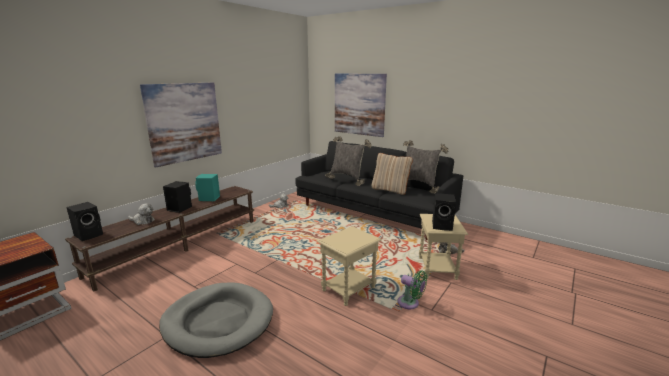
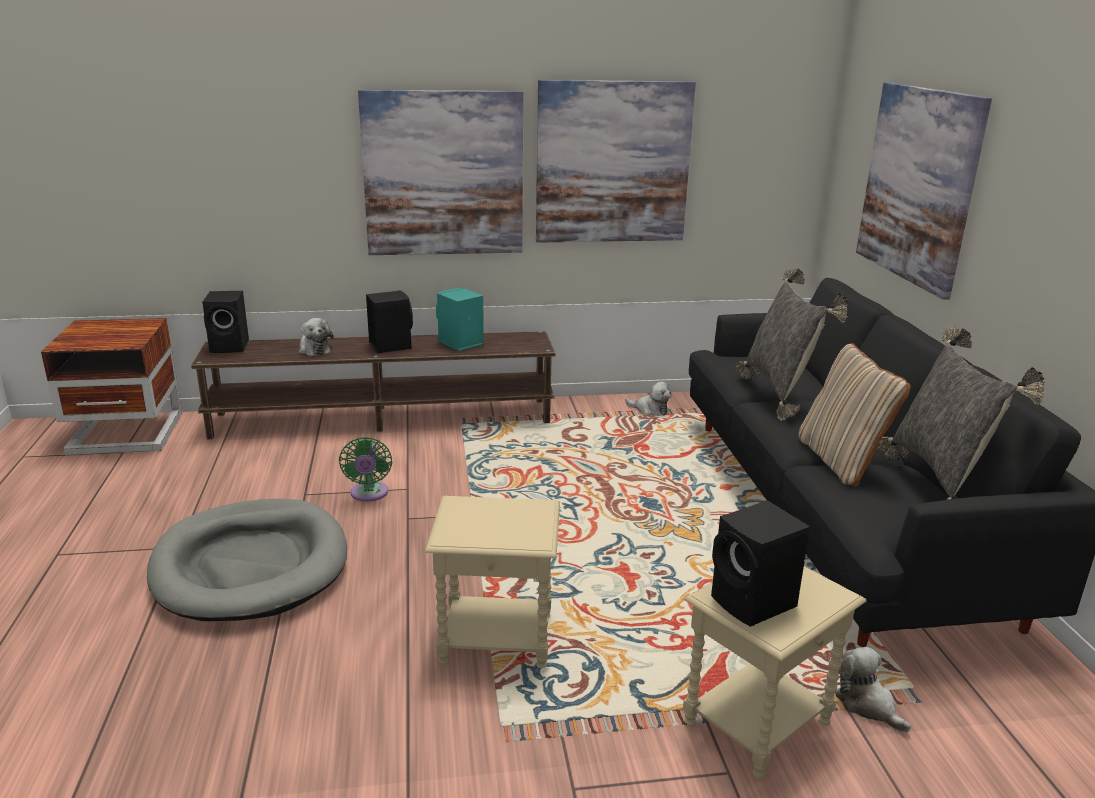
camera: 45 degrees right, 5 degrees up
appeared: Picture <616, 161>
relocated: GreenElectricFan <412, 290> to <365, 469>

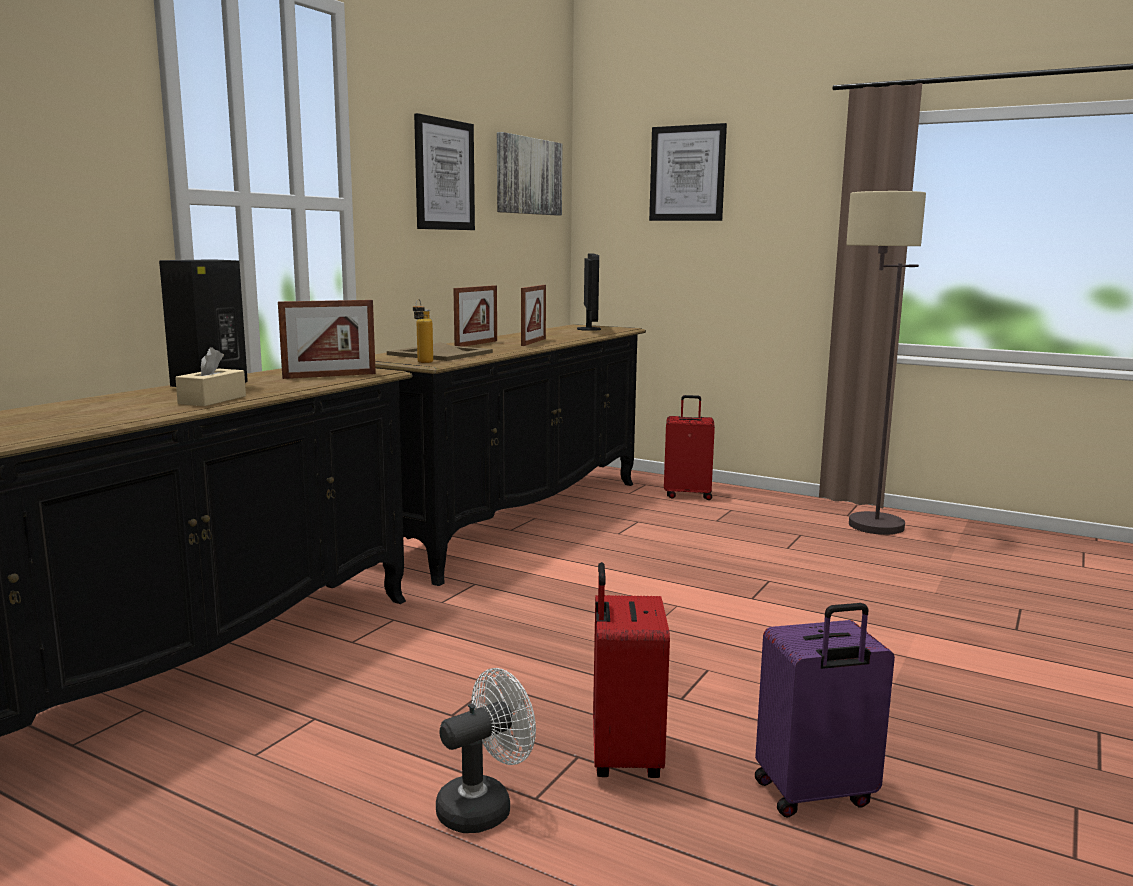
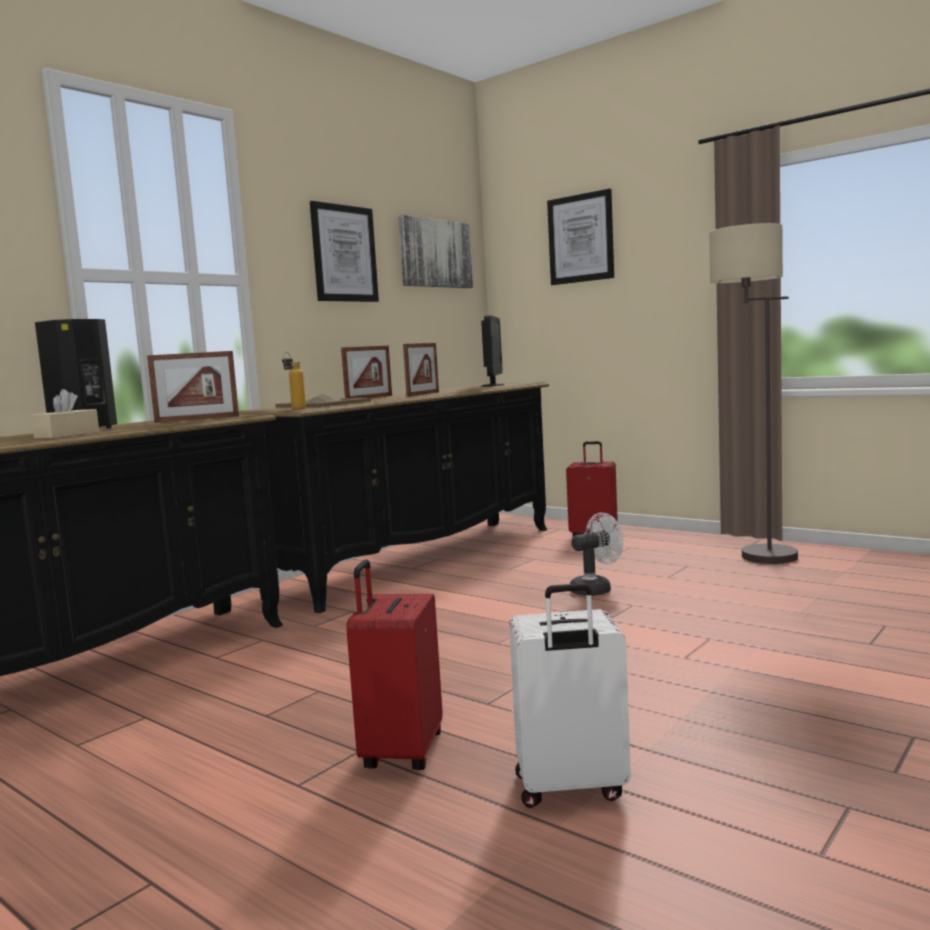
camera: 10 degrees right, 5 degrees down
relocated: WhitishElectricFan <486, 750> to <596, 554>
colour: PurpleSuitcase <825, 710> to WhitishSuitcase <570, 695>

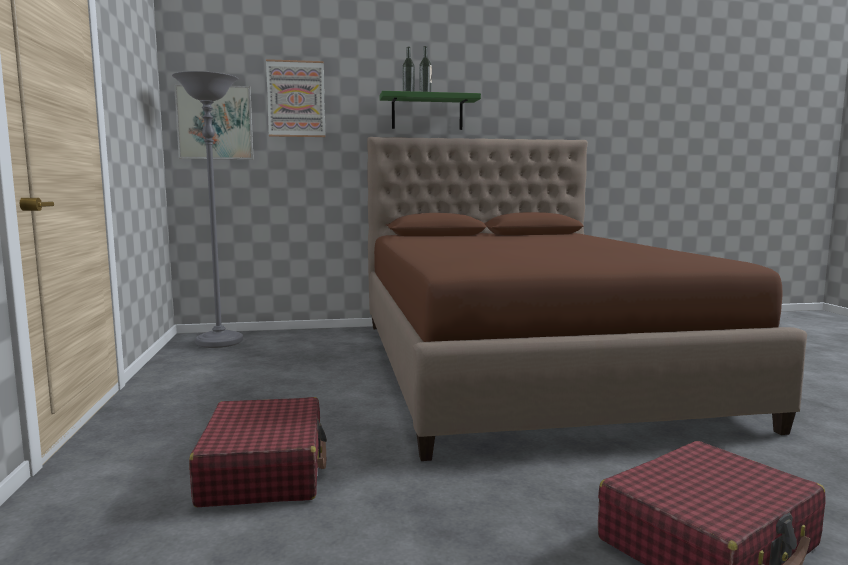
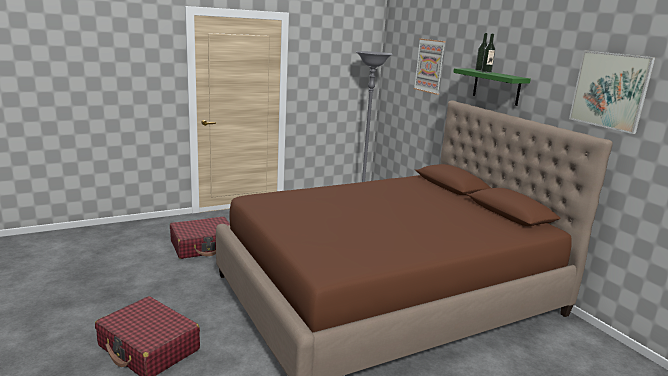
camera: 70 degrees right, 10 degrees up
relocated: Picture <214, 121> to <612, 92>

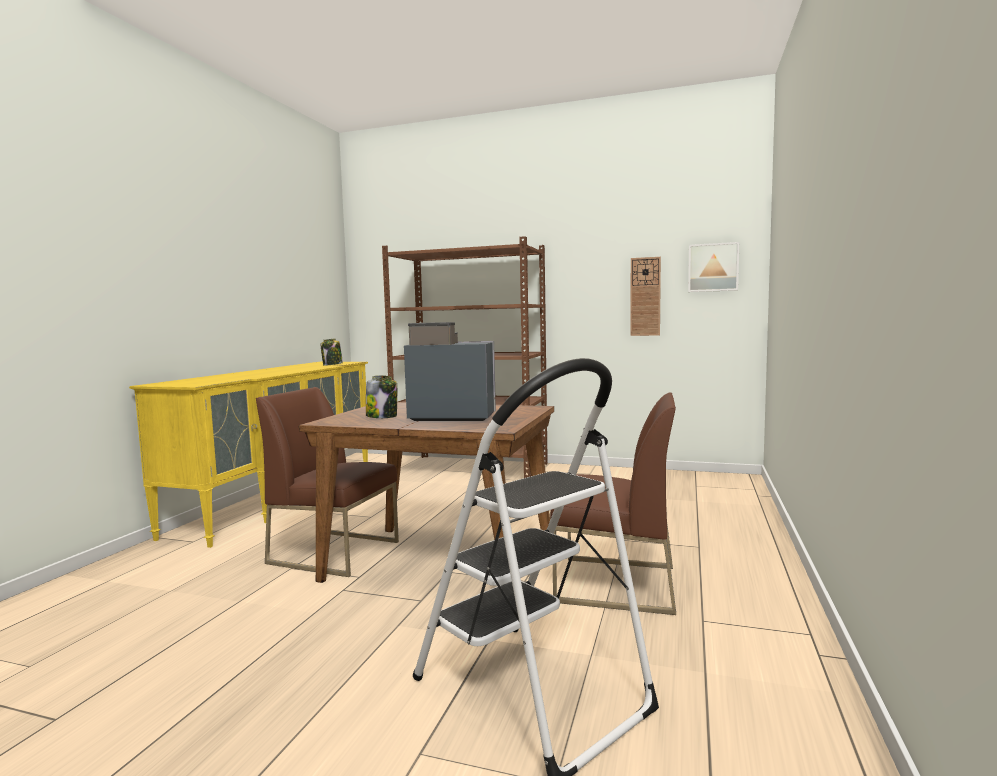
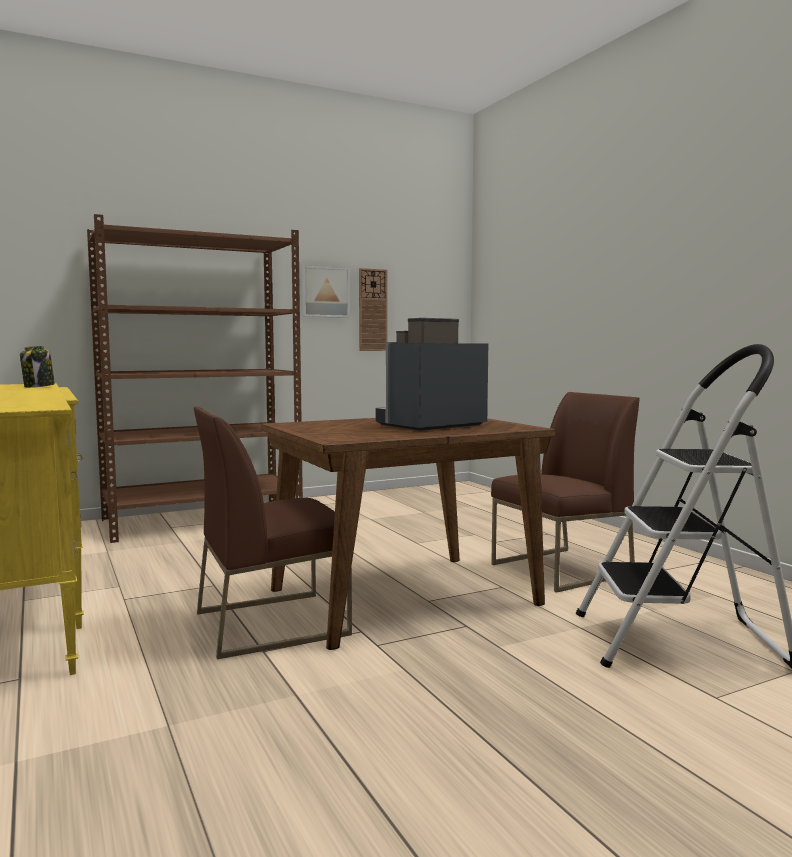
camera: 45 degrees left, 0 degrees up
missing: StorageJar <381, 396>
relocated: Picture <713, 267> to <325, 292>

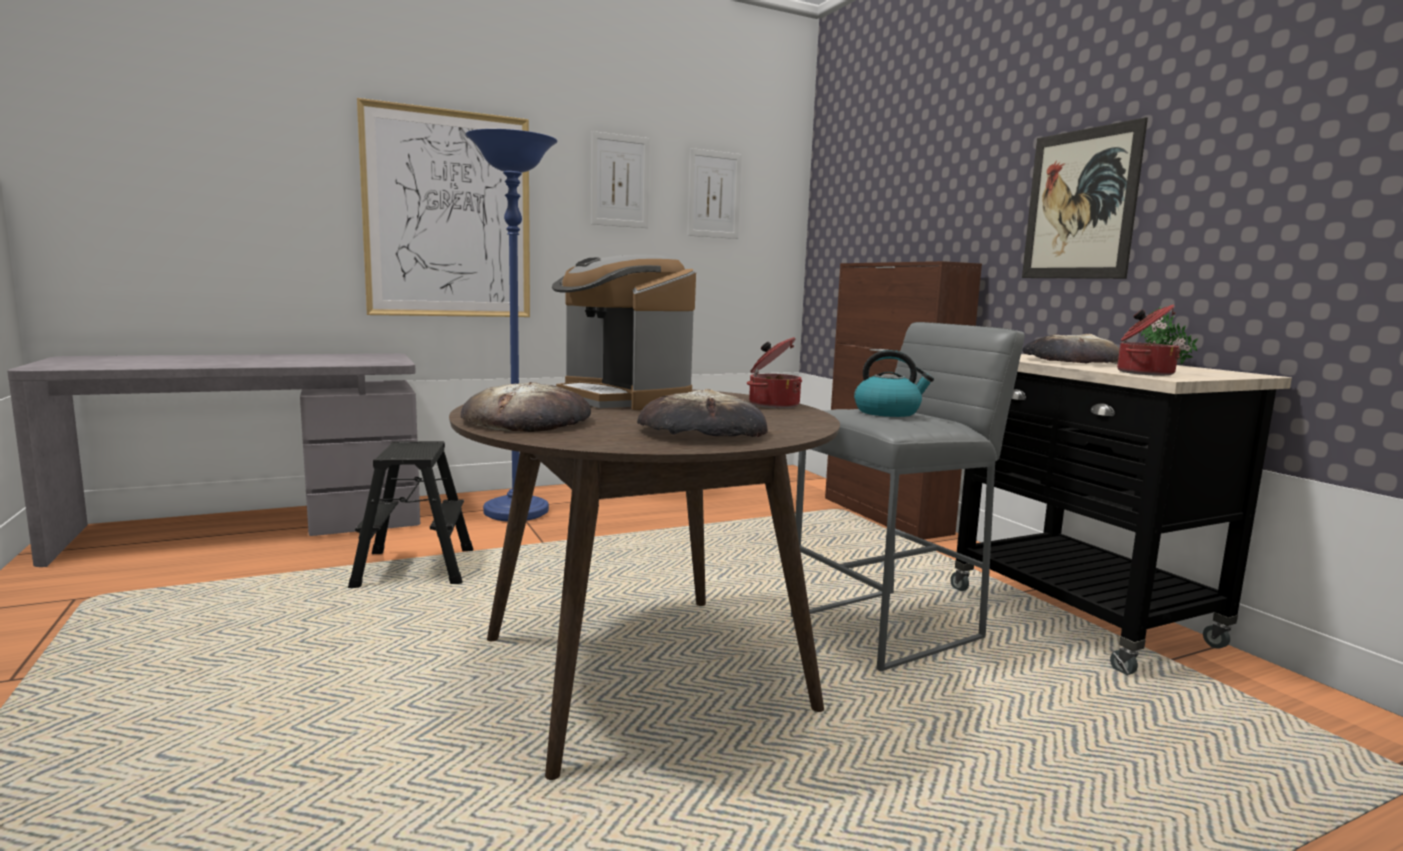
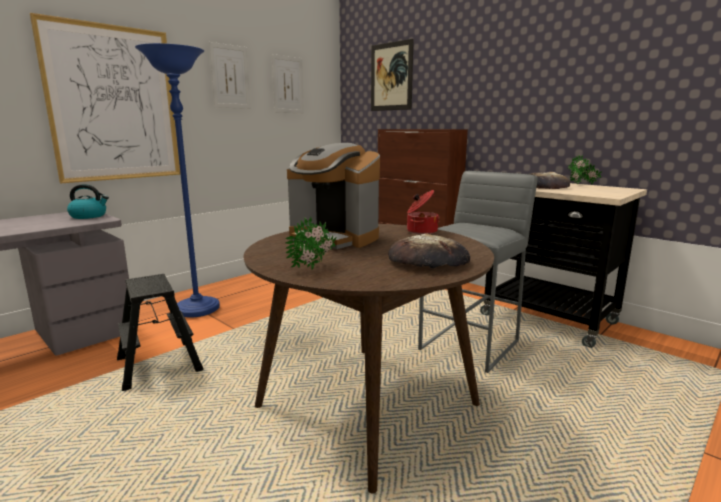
camera: 20 degrees left, 5 degrees up
missing: Stockpot <1149, 340>
relocated: Kettle <894, 383> to <88, 201>; Picture <1085, 198> to <392, 75>
exchanged: Bread <526, 407> to Houseplant <310, 243>

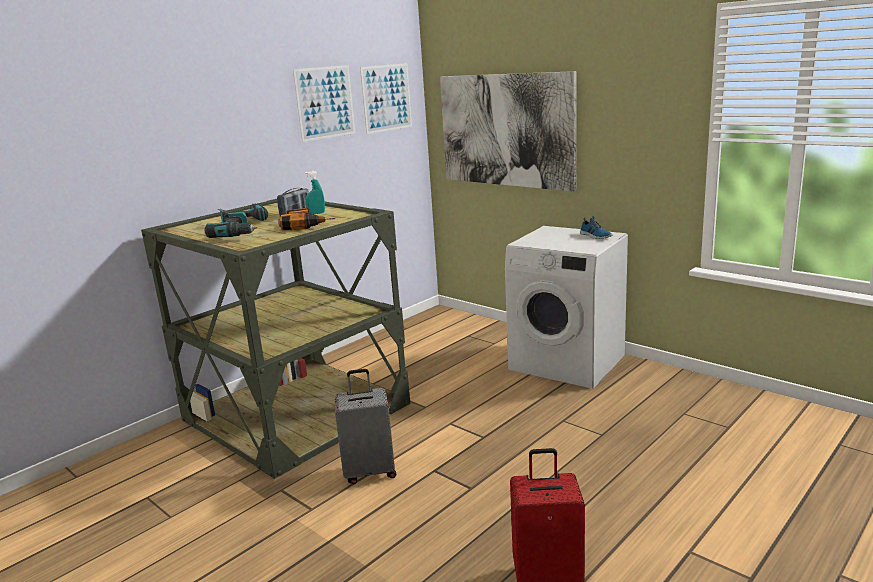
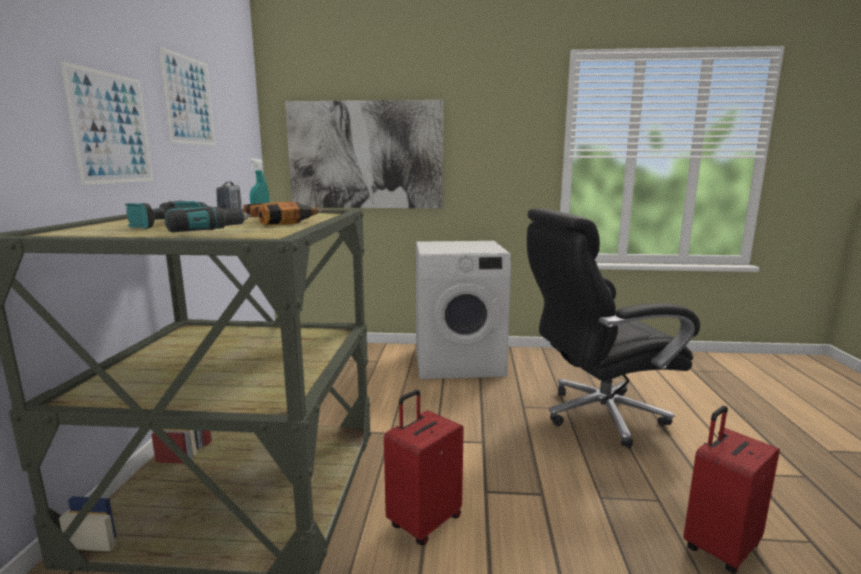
camera: 40 degrees left, 5 degrees down
missing: Shoe <596, 227>
appeared: BlackishComputerChair <613, 328>
relocated: Picture <386, 98> to <106, 123>
colour: GreyishSuitcase <365, 426> to ReddishSuitcase <424, 467>

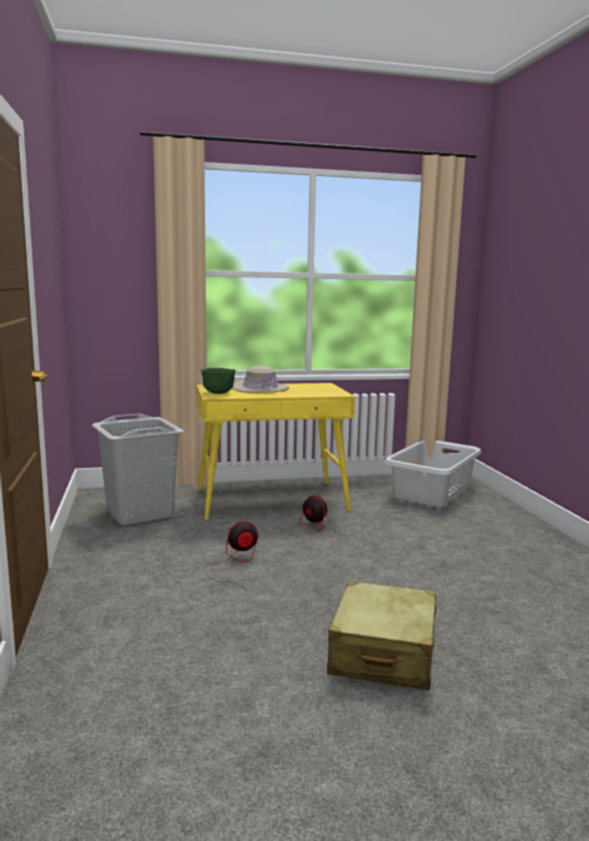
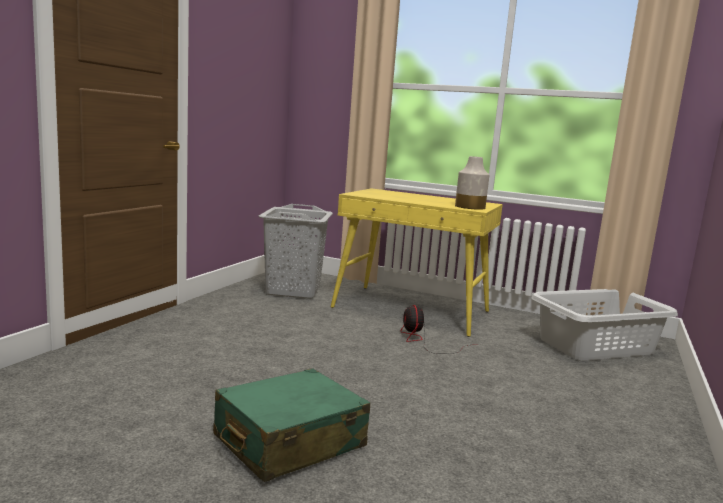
camera: 35 degrees right, 0 degrees up
missing: GreenDeepDish <218, 381>; ElectricFan <231, 556>; BeigeClothingHat <260, 379>
appeared: BeigeFlowerVase <472, 183>
colour: BeigeSuitcase <382, 635> to GreenSuitcase <291, 425>

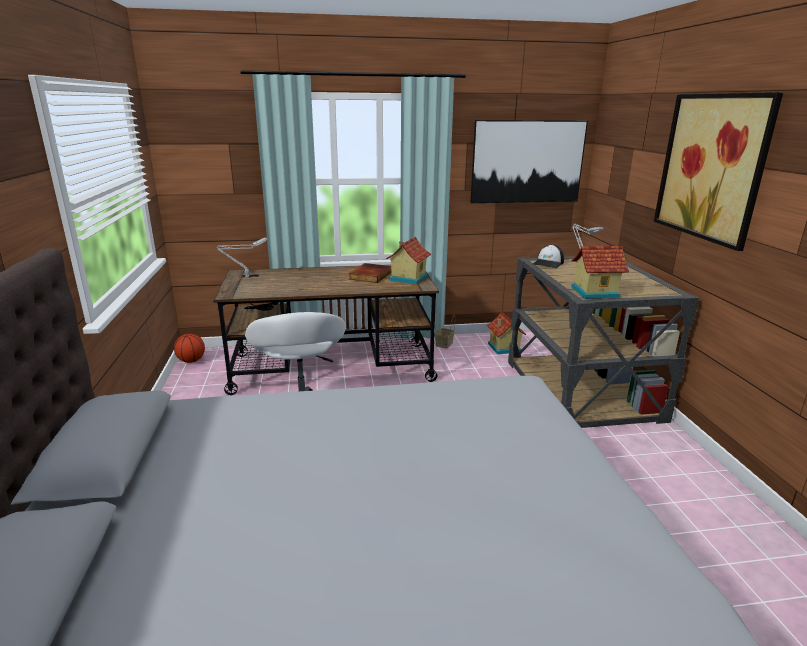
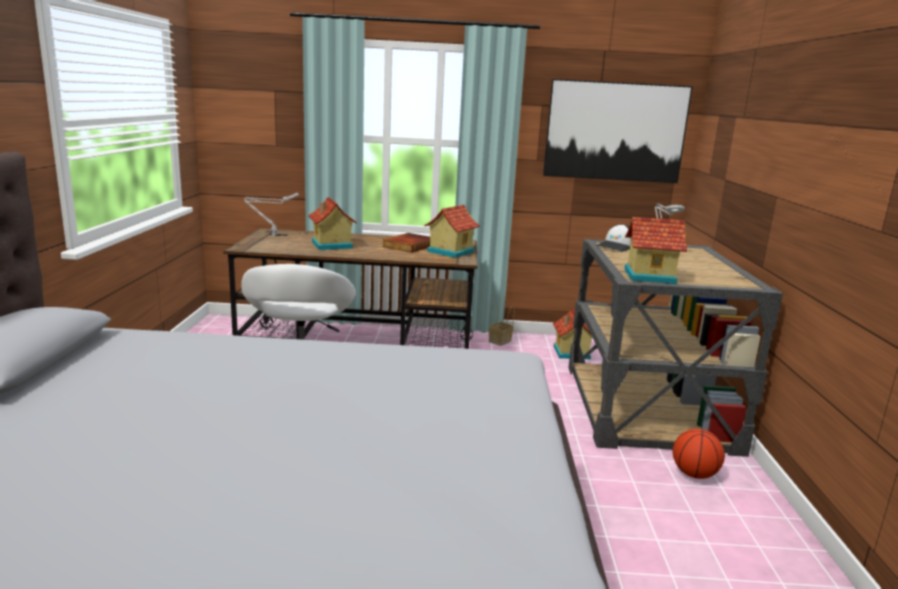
camera: 10 degrees right, 5 degrees down
missing: Picture <718, 171>
appeared: ModelHouse <332, 223>
relocated: Basketball <189, 348> to <699, 454>

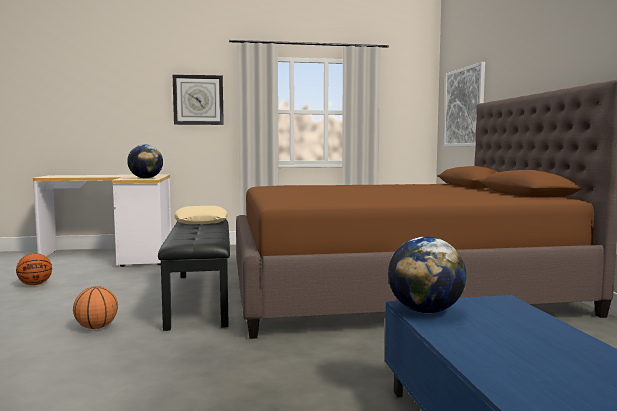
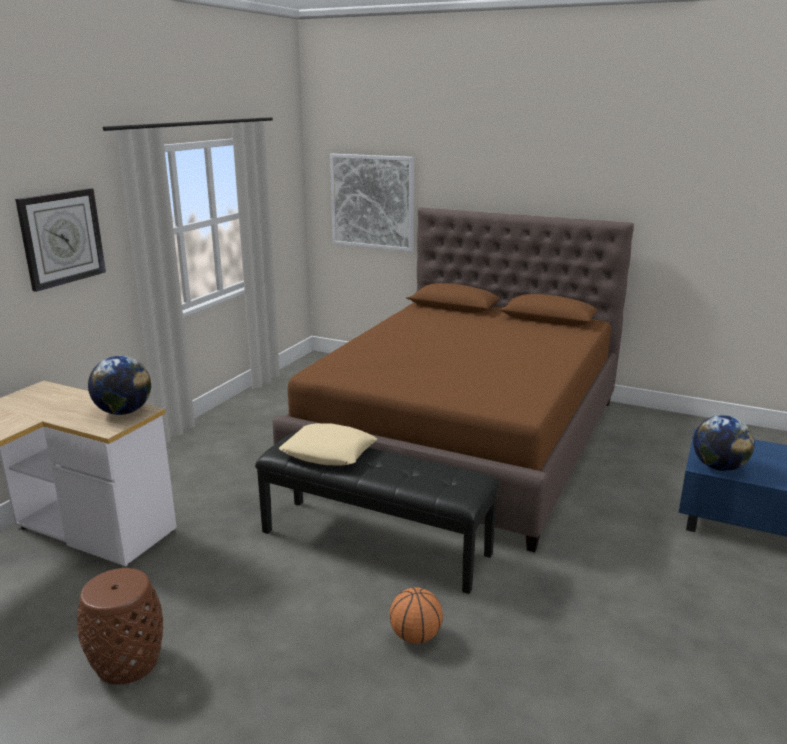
camera: 55 degrees left, 15 degrees up
exchanged: Basketball <34, 269> to BrownishSittingStool <120, 626>

